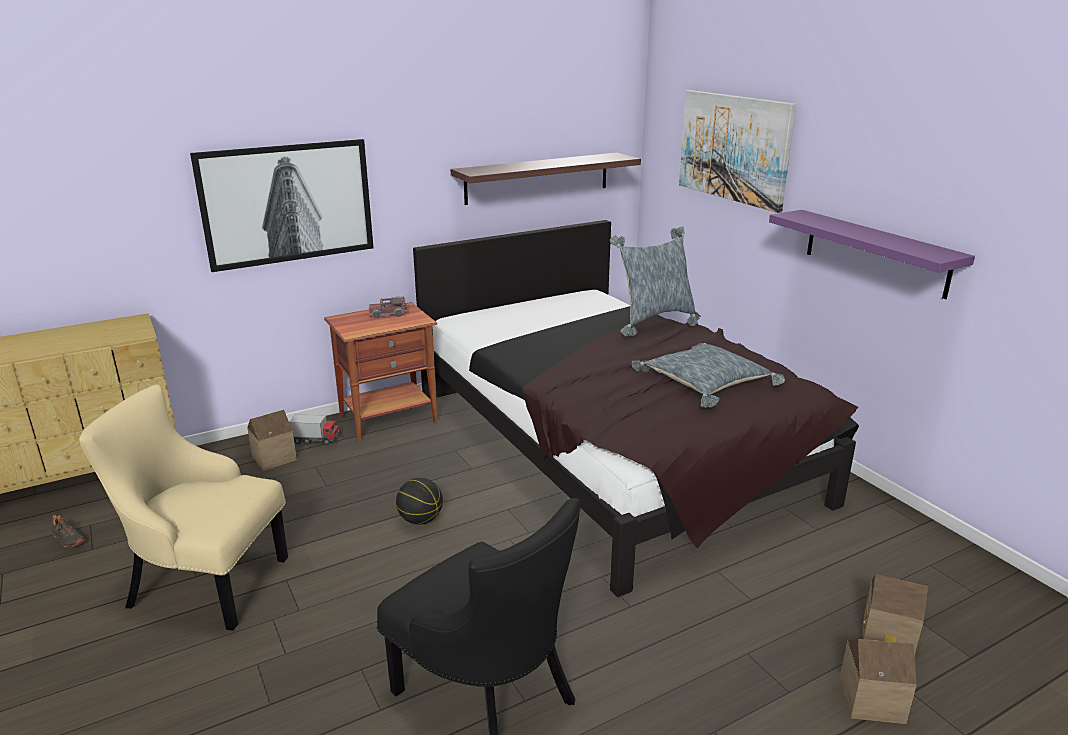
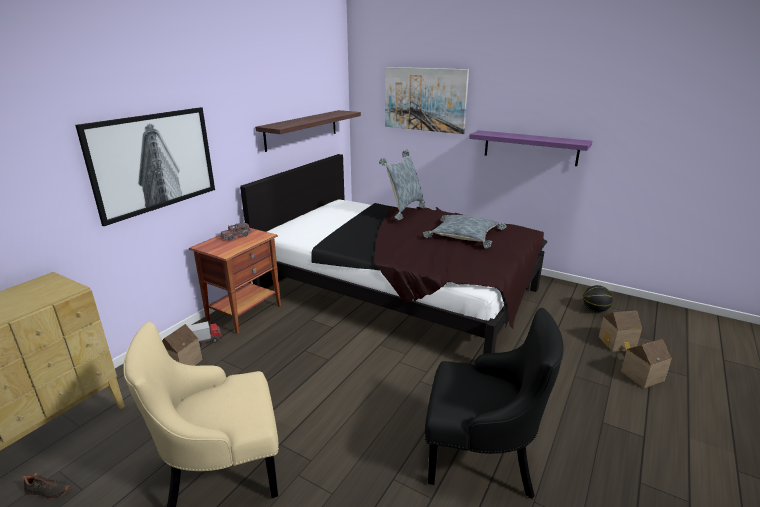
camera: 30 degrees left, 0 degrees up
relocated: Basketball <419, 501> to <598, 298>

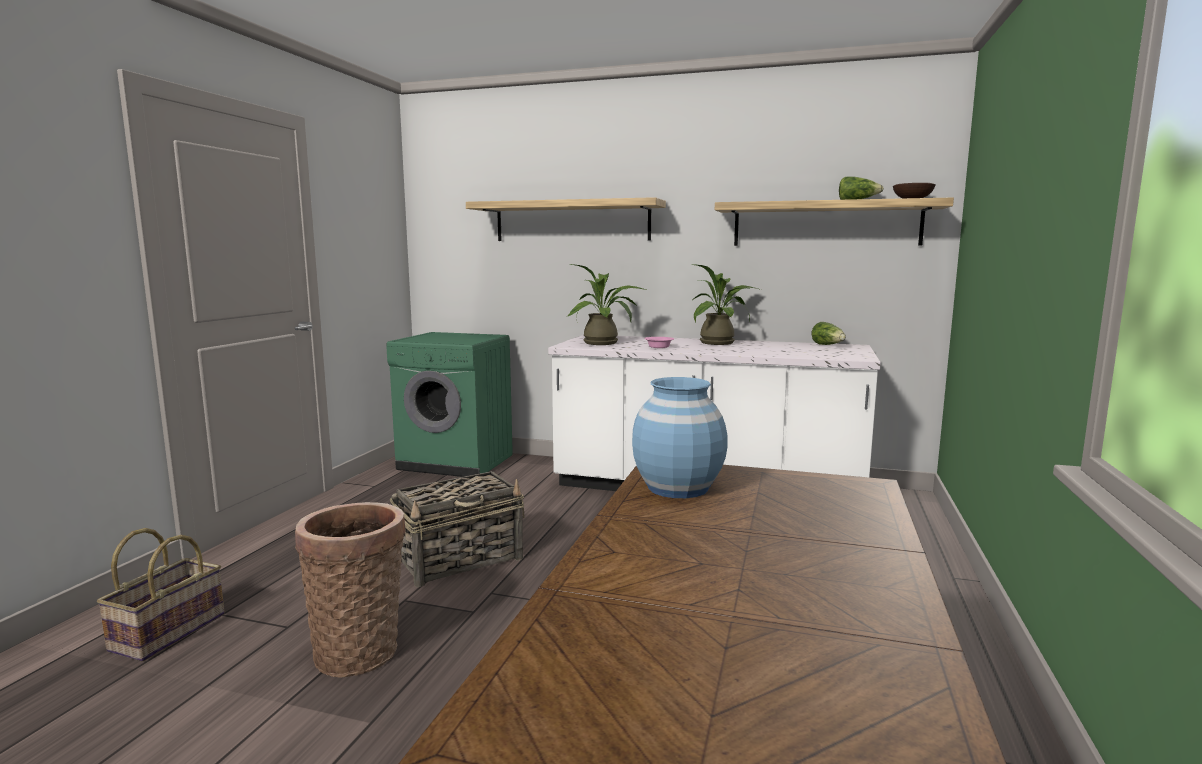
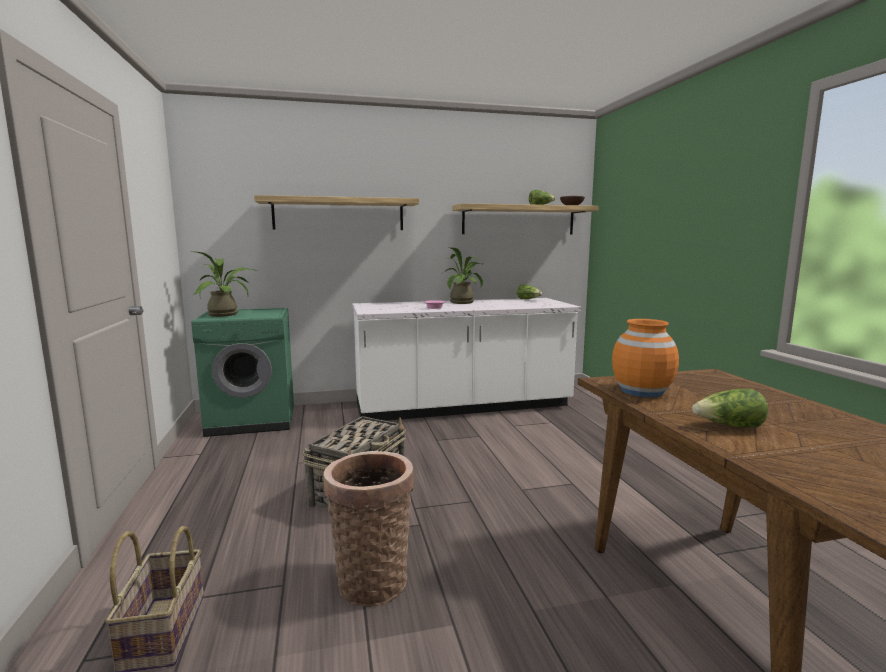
camera: 30 degrees left, 0 degrees up
appeared: LettuceHead <730, 408>
relocated: Houseplant <607, 304> to <224, 284>
colour: BlueFlowerVase <680, 437> to OrangeFlowerVase <645, 358>

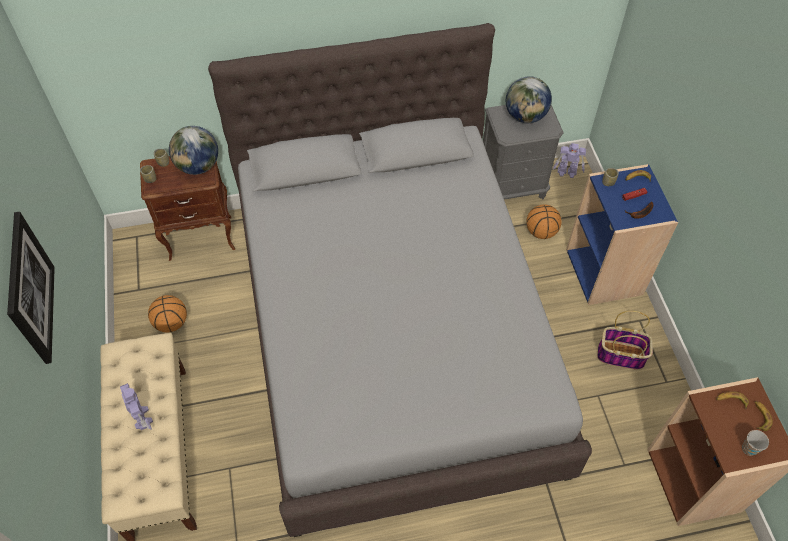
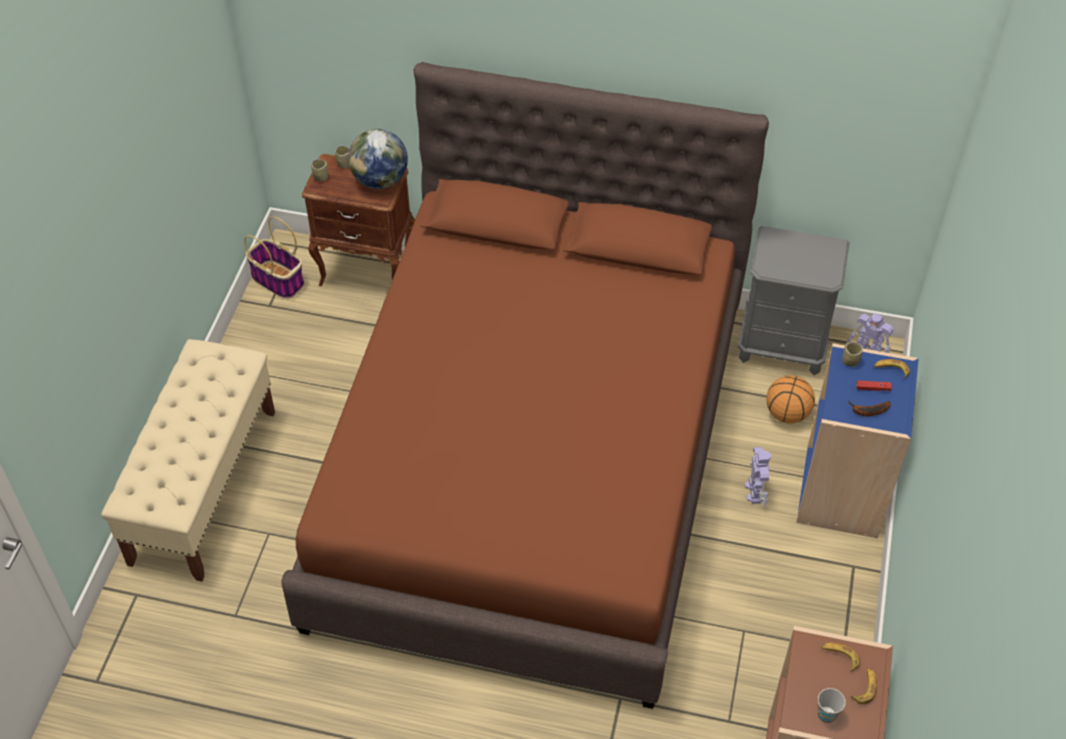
camera: 25 degrees right, 5 degrees down
missing: Picture <31, 288>; Basketball <167, 314>; WorldGlobe <529, 99>
relocated: Basket <625, 340> to <274, 258>; ToyRobot <136, 406> to <758, 476>
colour: GreyishBedroomBed <400, 280> to BrownishBedroomBed <525, 385>

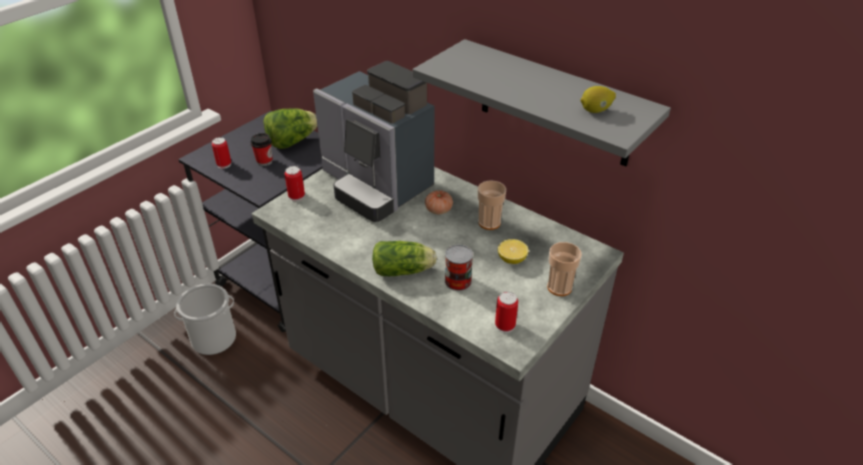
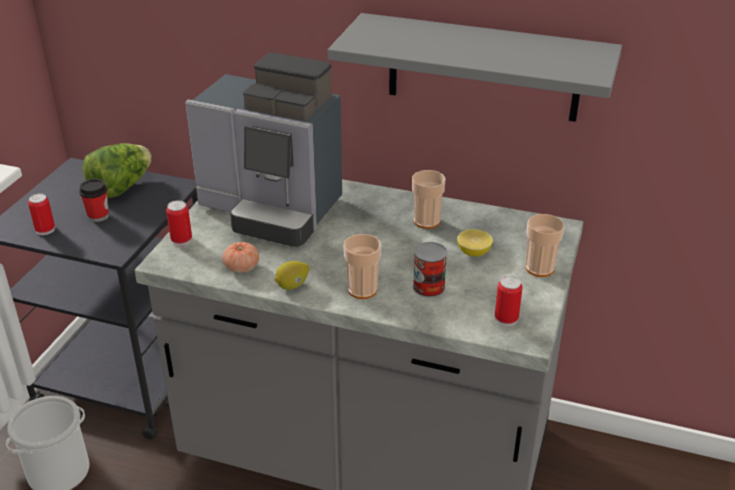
camera: 20 degrees left, 5 degrees down
relocated: Tomato <439, 202> to <241, 257>; Lemon <598, 99> to <291, 275>
exchanged: LettuceHead <404, 258> to DrinkingCup <362, 266>

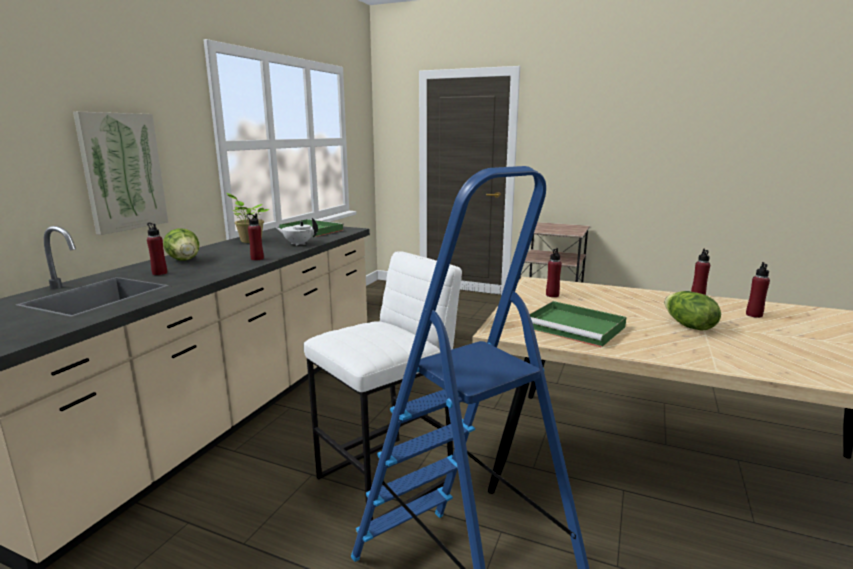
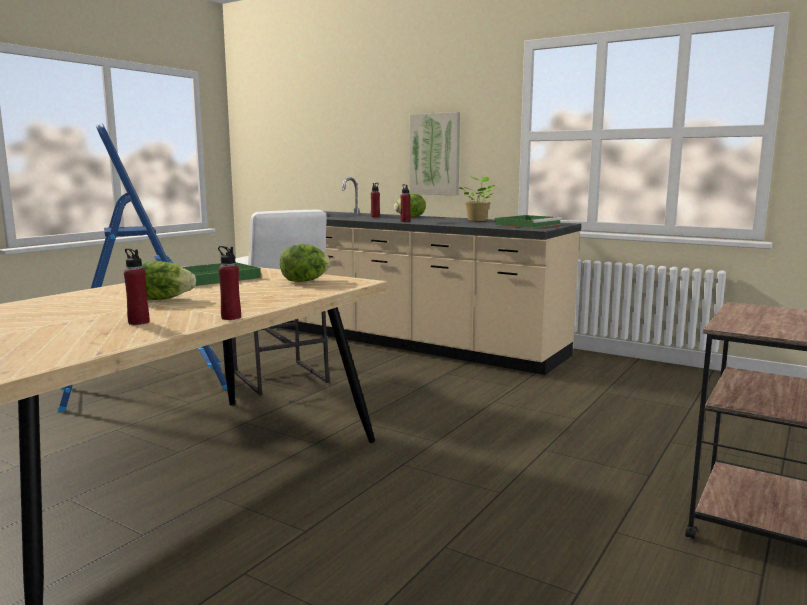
camera: 100 degrees right, 5 degrees down
missing: WhitishPotForTea <297, 232>
exchanged: ReddishBottle <554, 272> to LettuceHead <305, 263>

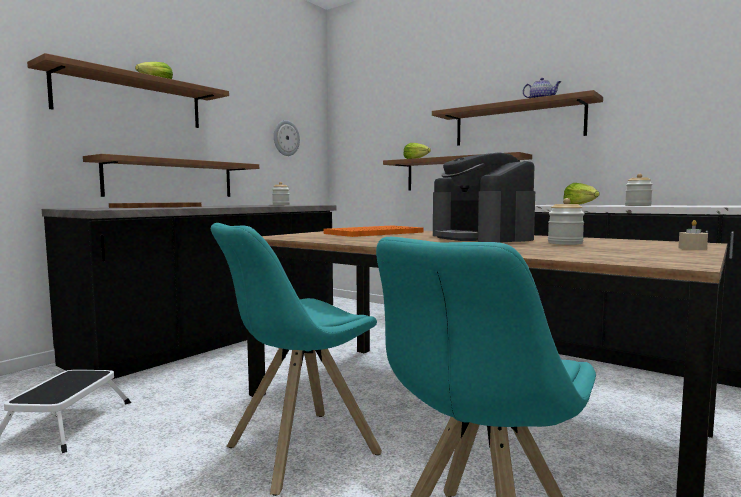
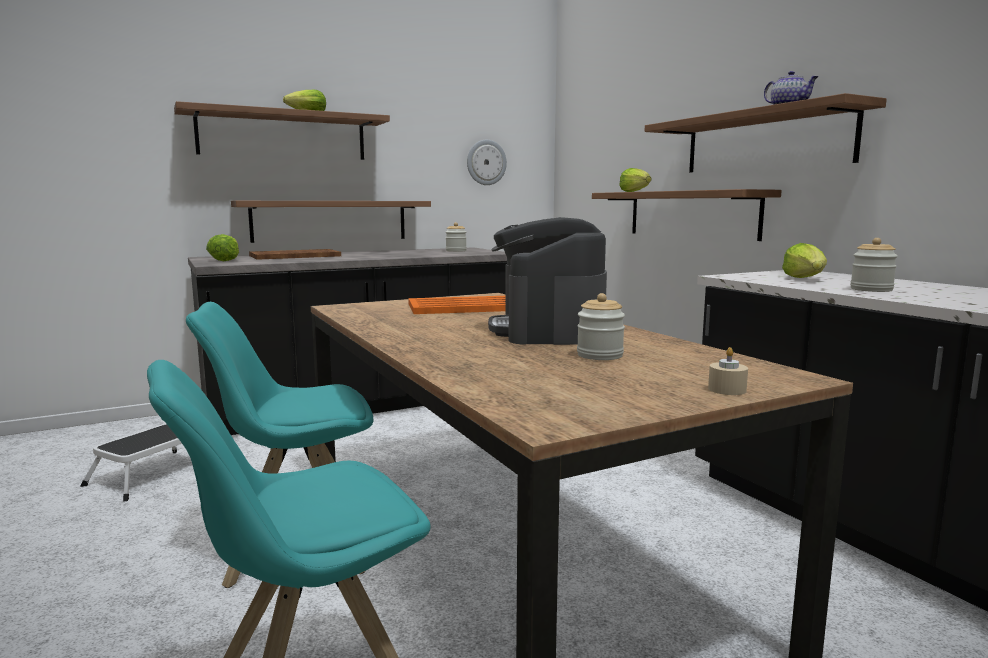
camera: 25 degrees right, 5 degrees up
appeared: LettuceHead <222, 247>

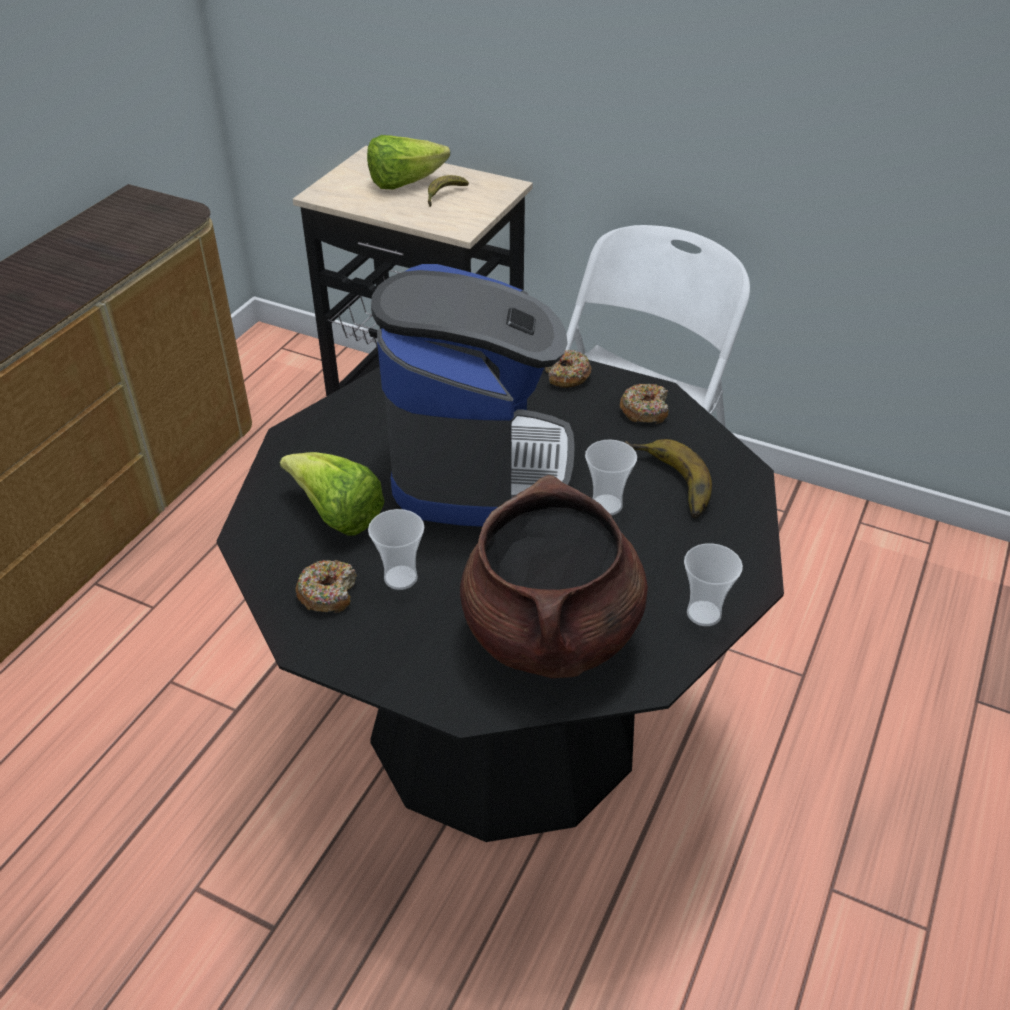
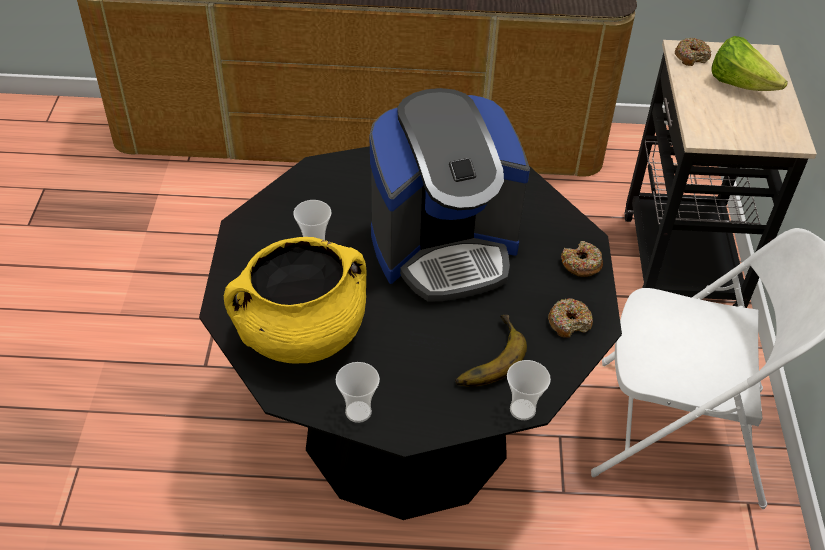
camera: 65 degrees right, 5 degrees up
missing: LettuceHead <332, 494>; BananaFruit <448, 191>
relocated: DrinkingCup <611, 477> to <529, 390>; Donut <326, 586> to <693, 52>
colour: BrownishStockpot <554, 576> to YellowColouredStockpot <295, 300>

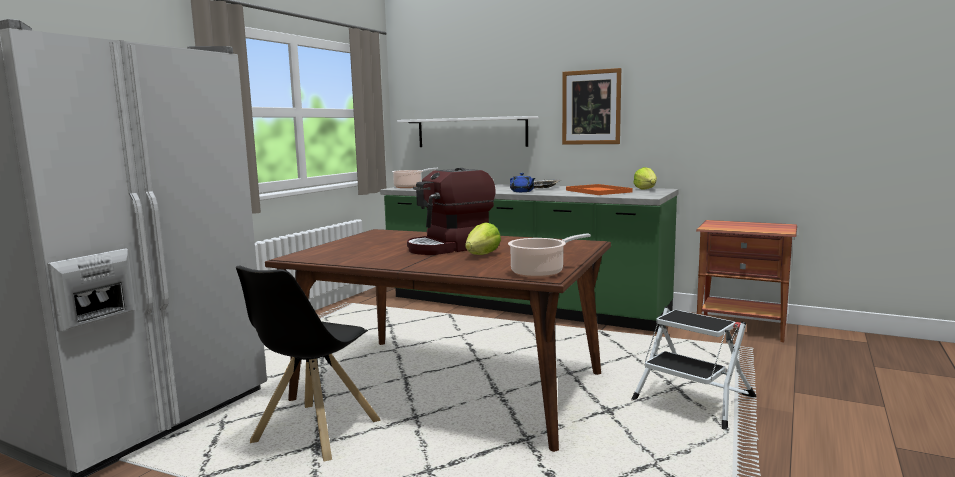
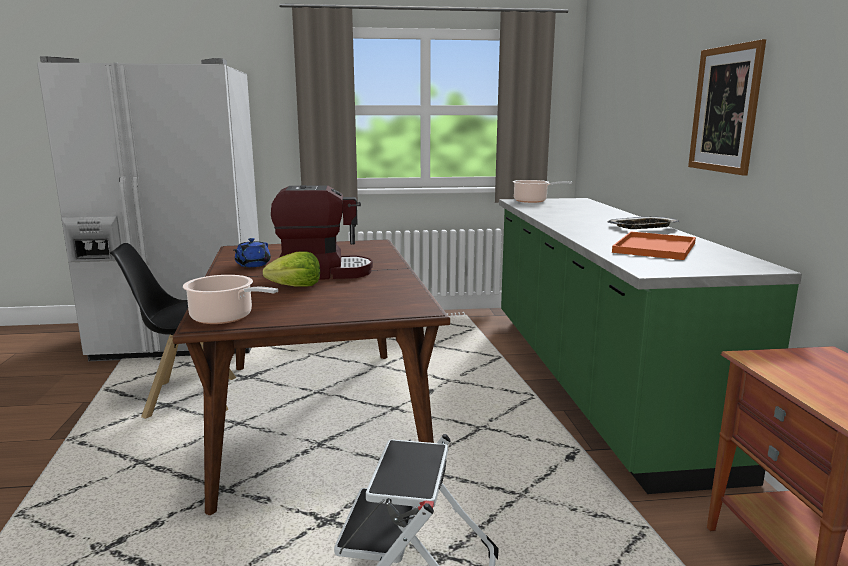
camera: 55 degrees right, 5 degrees up
missing: WhitishShelf <467, 131>; LettuceHead <645, 178>
relocated: BluePotForTea <522, 182> to <252, 252>
spun: CoffeeMachine <451, 211> = <322, 232> 150 degrees clockwise

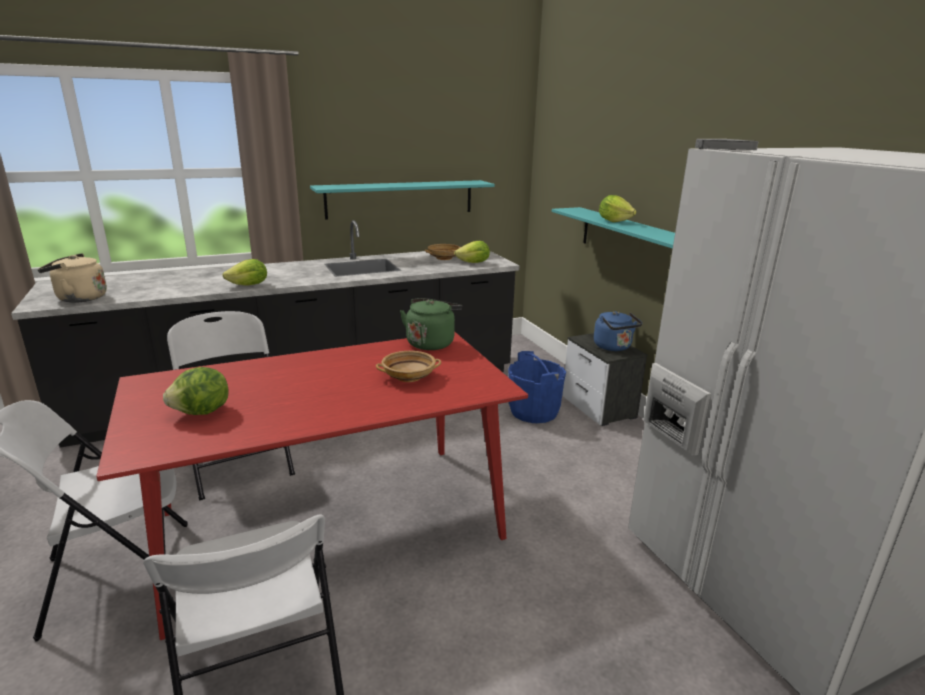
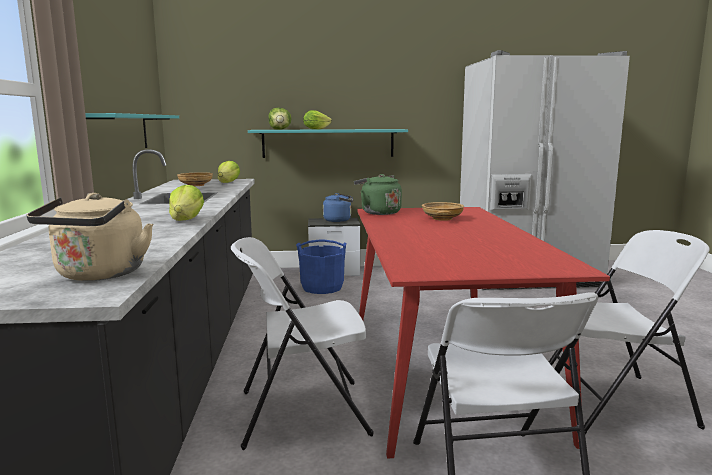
camera: 70 degrees left, 10 degrees down
relocated: LettuceHead <196, 391> to <280, 119>

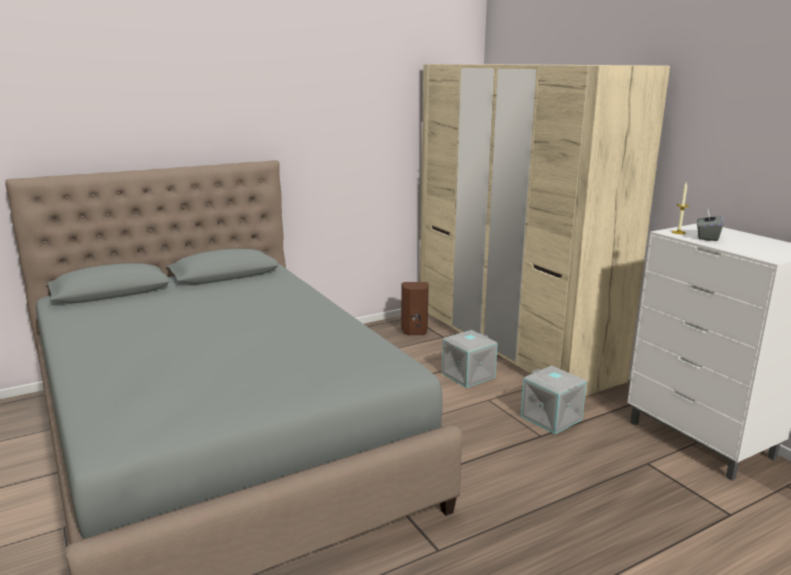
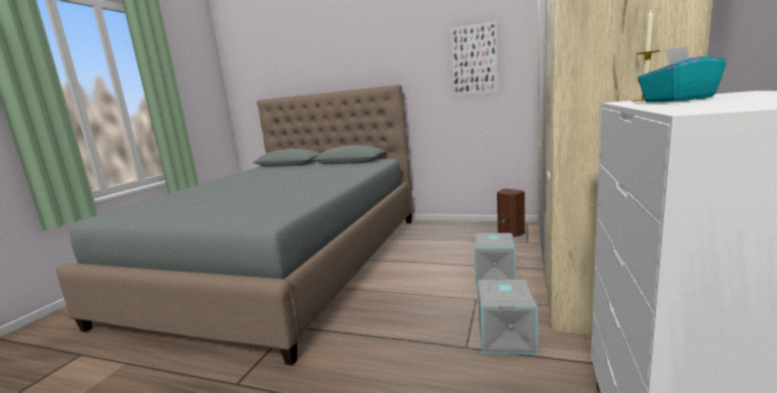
camera: 50 degrees right, 5 degrees down
appeared: Picture <474, 58>
colour: GreyishTissueBox <710, 224> to TurquoiseColouredTissueBox <682, 74>

